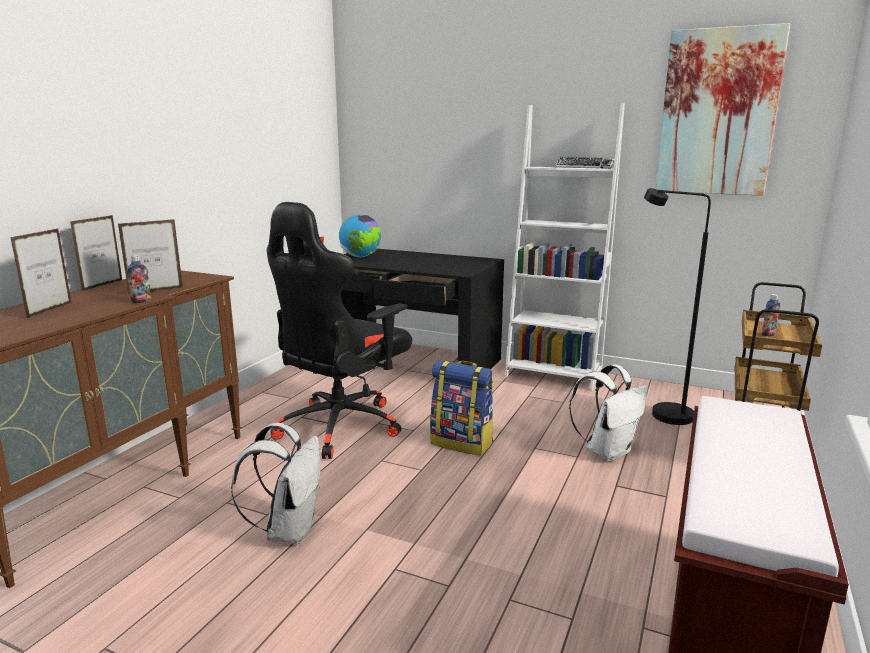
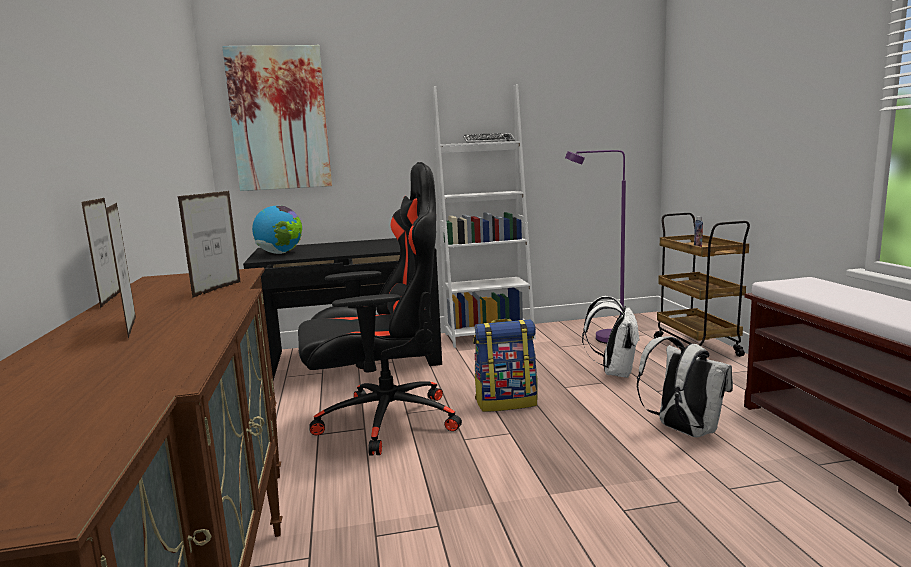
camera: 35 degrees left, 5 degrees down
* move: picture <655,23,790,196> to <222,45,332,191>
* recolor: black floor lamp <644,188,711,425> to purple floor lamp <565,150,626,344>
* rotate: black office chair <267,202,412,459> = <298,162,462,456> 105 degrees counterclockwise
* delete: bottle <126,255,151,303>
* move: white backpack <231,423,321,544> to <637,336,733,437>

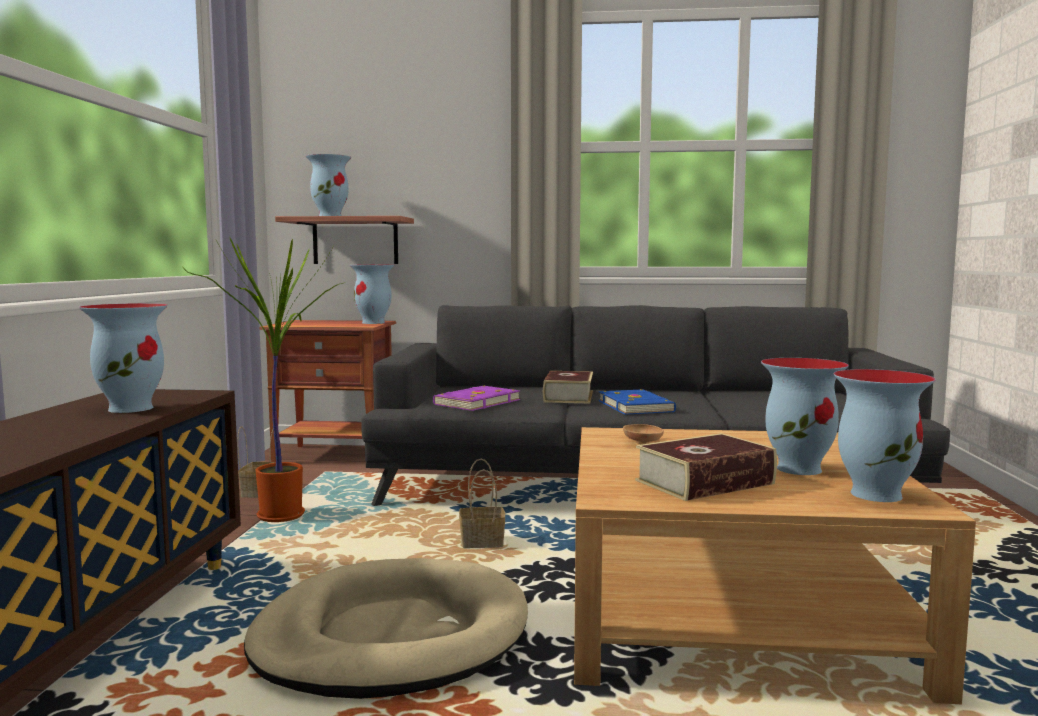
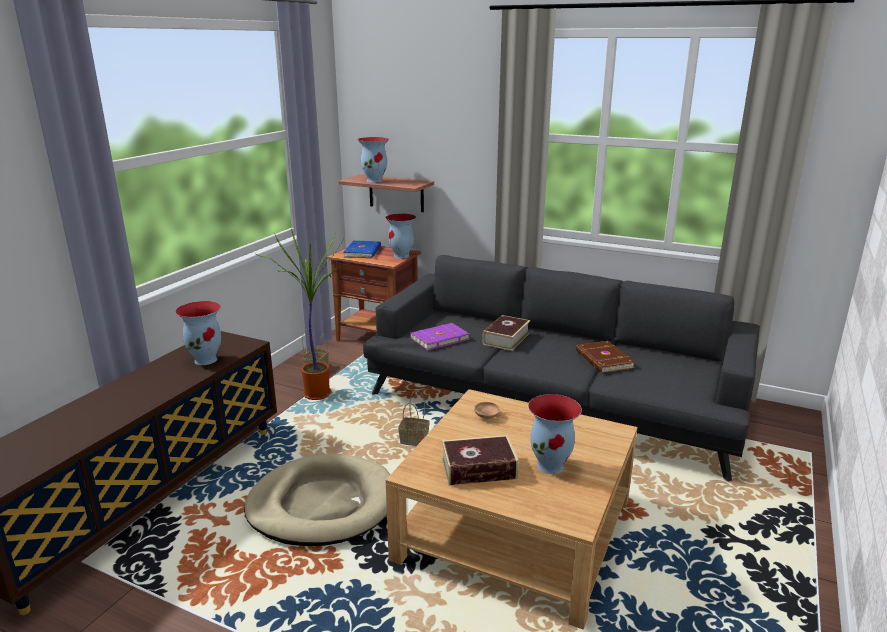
camera: 20 degrees right, 15 degrees up
* delete: vase <834,369,936,502>
* move: blue book <598,389,676,415> to <343,241,381,258>
* insert: brown book <576,341,635,373>

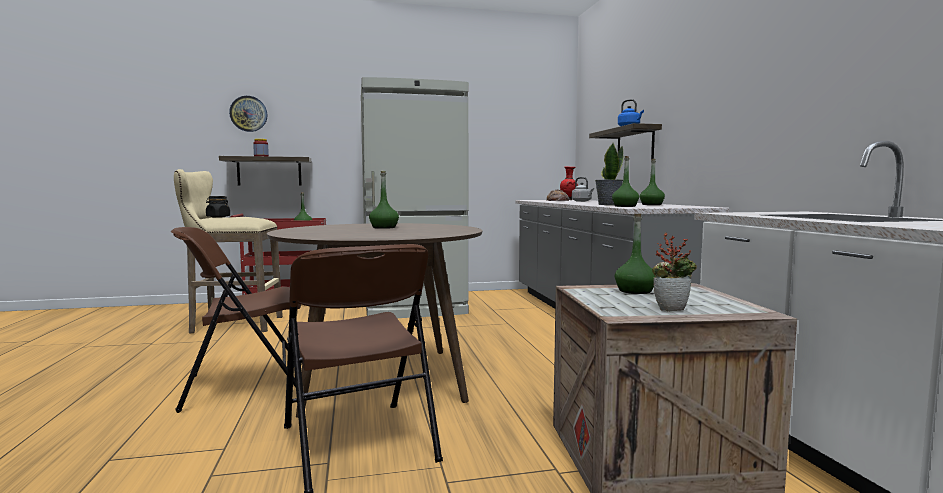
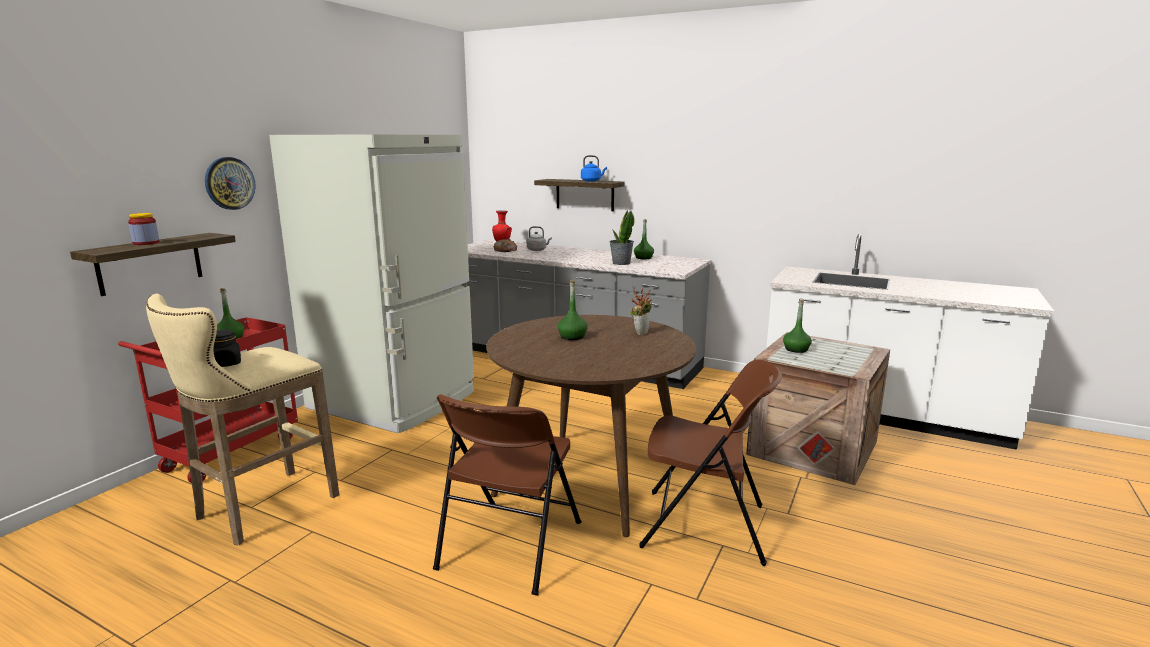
camera: 50 degrees left, 10 degrees up
* move: wall clock <229,96,267,132> to <205,157,256,210>
* delete: green bottle <612,156,639,207>
* move: potted plant <652,232,697,311> to <630,286,652,335>

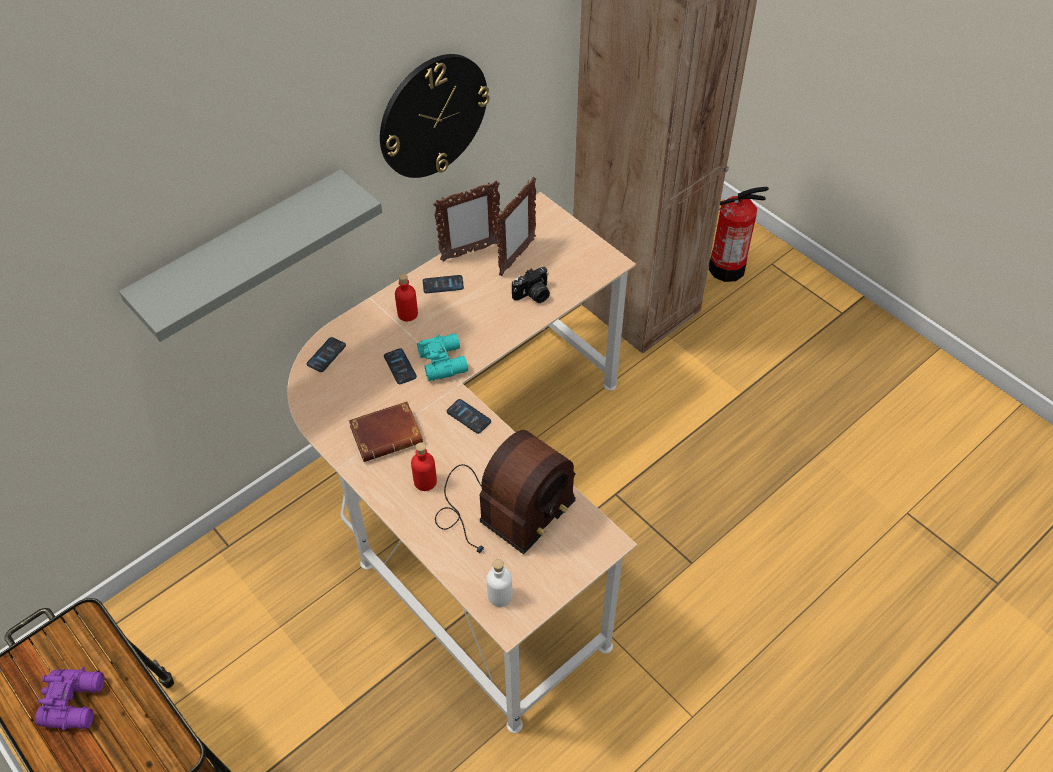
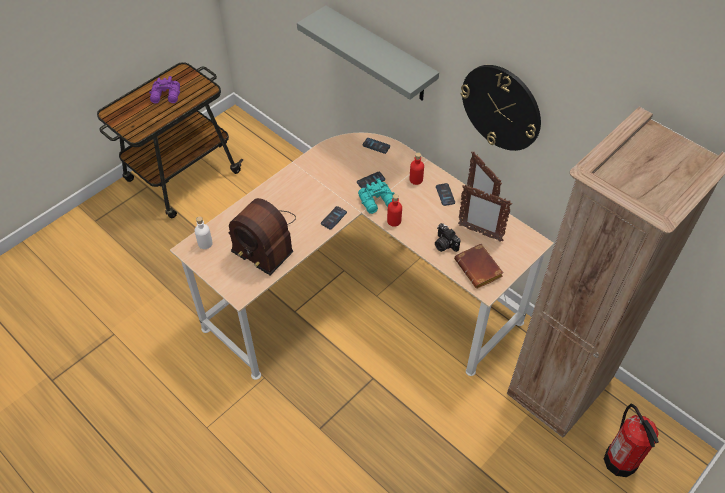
camera: 85 degrees right, 0 degrees up
* move: brown book <349,401,423,462> to <454,244,504,289>
* move: red bottle <411,443,437,491> to <387,194,402,227>

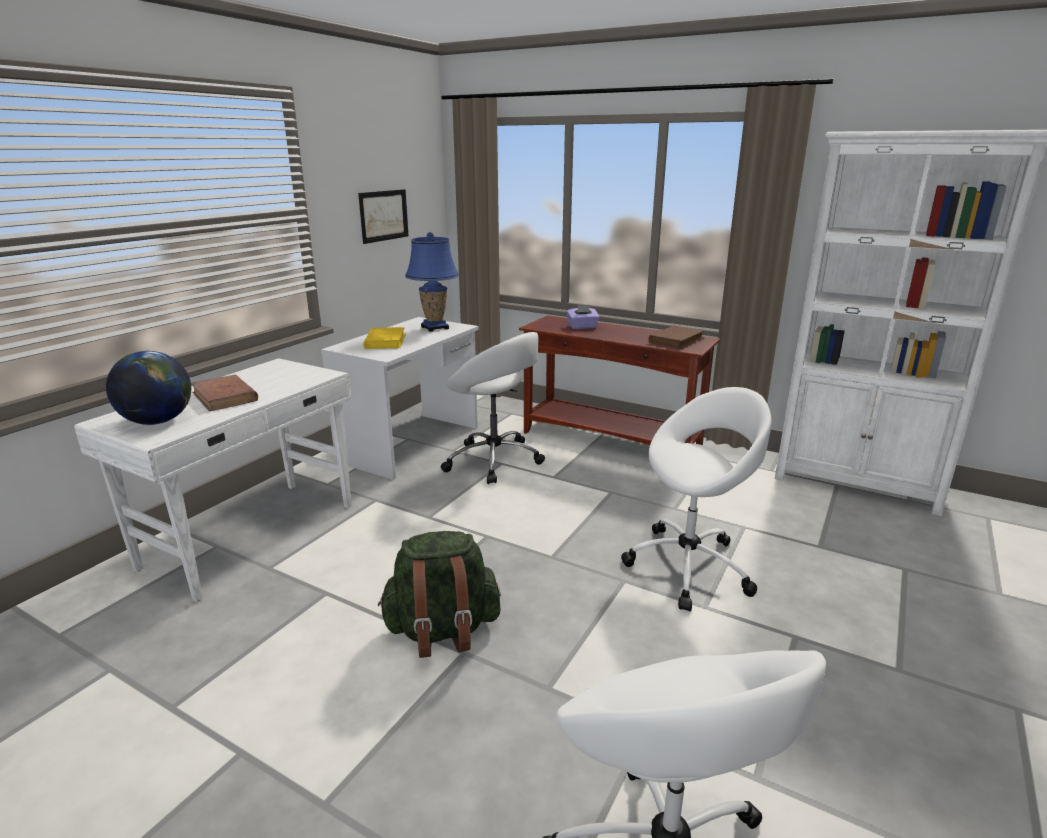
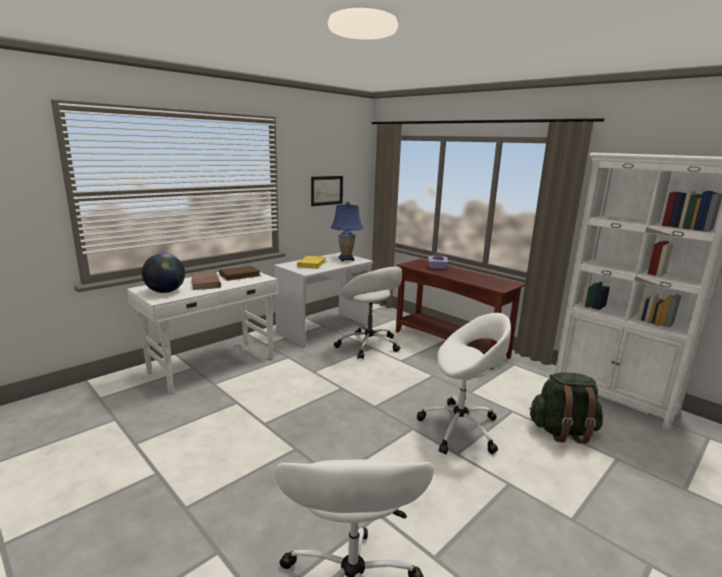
camera: 15 degrees right, 5 degrees down
* move: brown book <648,325,704,349> to <219,266,261,281>
* move: green backpack <378,531,501,658> to <530,372,603,444>

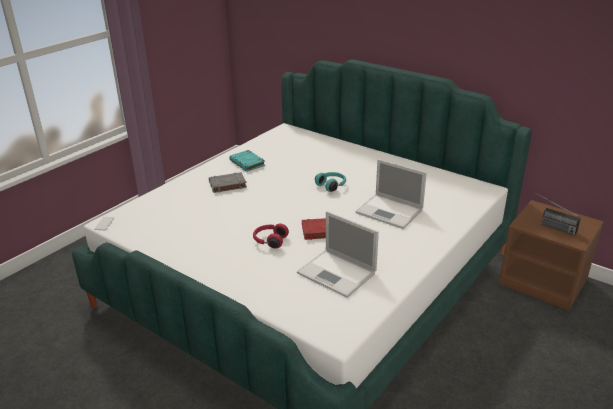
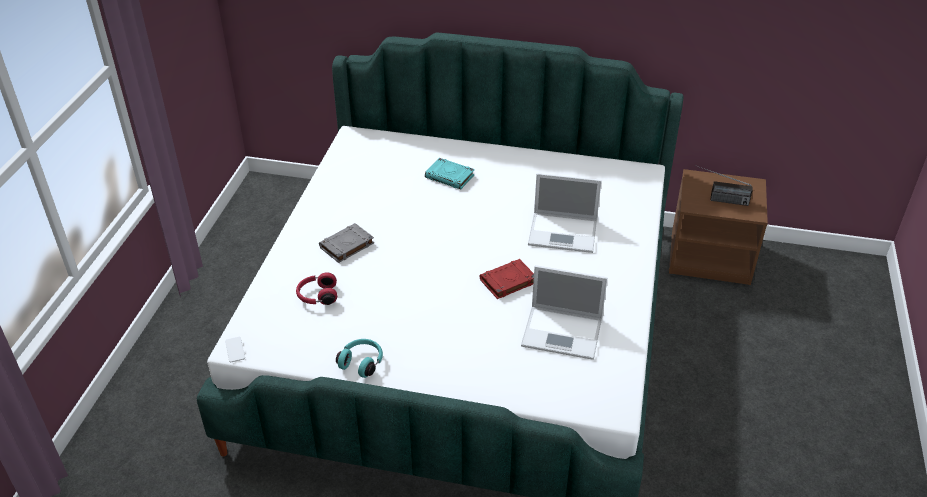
camera: 25 degrees left, 10 degrees up
* move: turquoise book <229,150,265,172> to <425,158,475,189>
* move: turquoise headphones <315,172,346,192> to <336,339,383,378>
* move: red headphones <253,223,289,249> to <296,272,337,305>

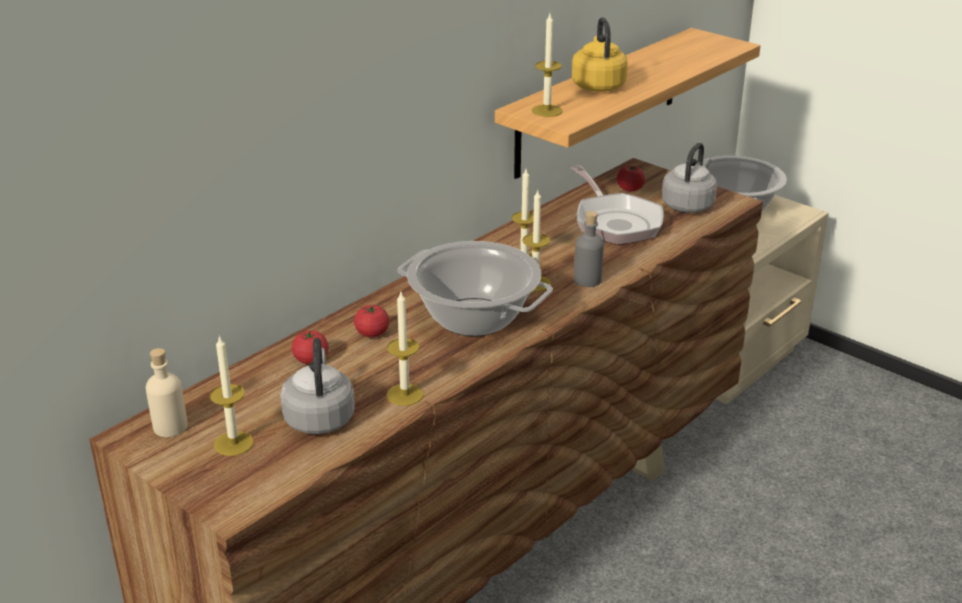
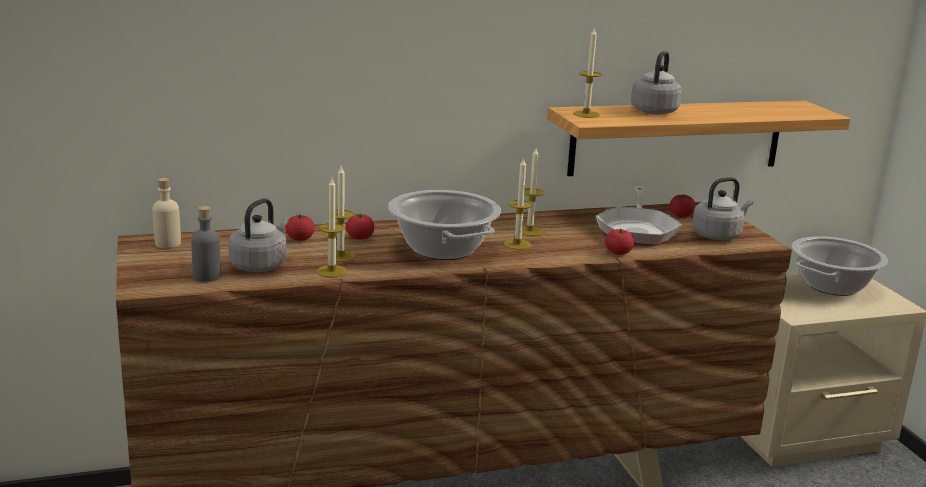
camera: 30 degrees right, 10 degrees down
* recolor: yellow kettle <572,17,628,91> to grey kettle <631,51,682,115>
* move: grey bottle <574,211,604,287> to <191,206,221,282>
* move: candle <210,335,254,456> to <326,166,356,262>
* insert: tomato <605,228,634,255>

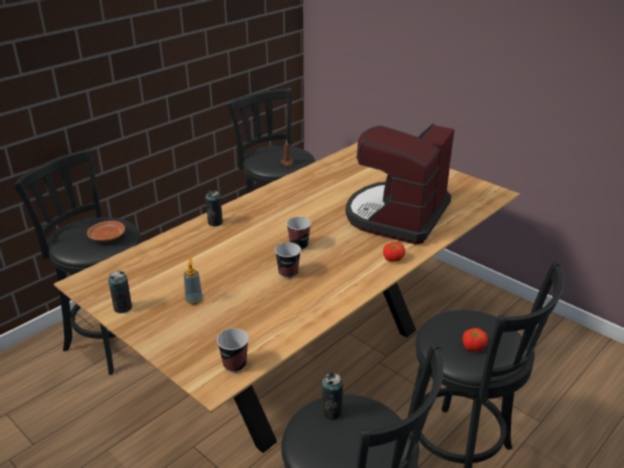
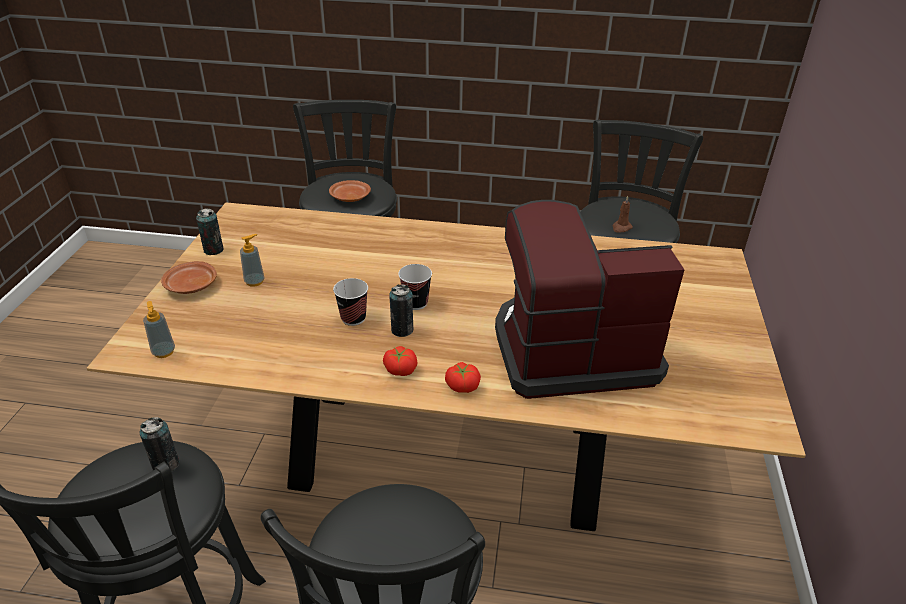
camera: 55 degrees right, 5 degrees up
* move: can <205,190,223,226> to <389,285,413,337>
* replace: cup <217,328,249,373> to soap dispenser <143,301,175,358>
* move: tomato <463,328,488,351> to <383,346,418,376>
* insert: brown plate <161,261,217,294>

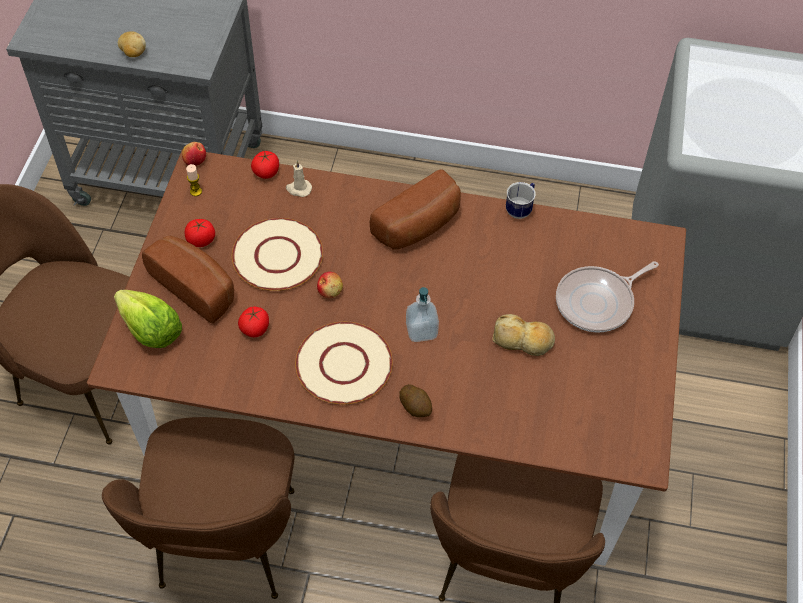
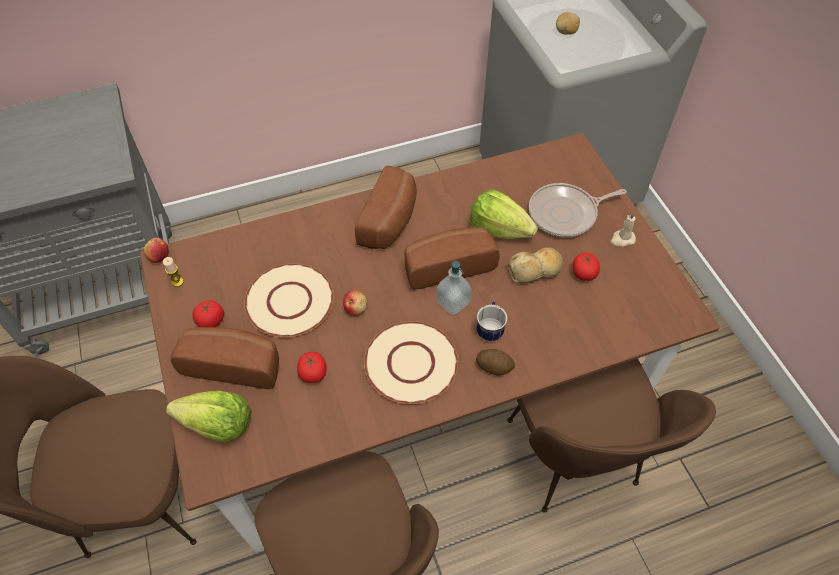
camera: 30 degrees left, 0 degrees up
* move: potato <118,31,146,57> to <556,12,580,35>
* move: tomato <251,151,279,179> to <573,253,600,281>
* move: beige candle <286,160,312,197> to <611,212,636,247>
* move: mug <506,182,536,219> to <476,301,507,342>
* rotate: frying pan <556,261,659,333> = <529,183,627,237> 45 degrees clockwise
* insert: lettuce <470,190,538,239>
* insert: bread <404,227,500,290>

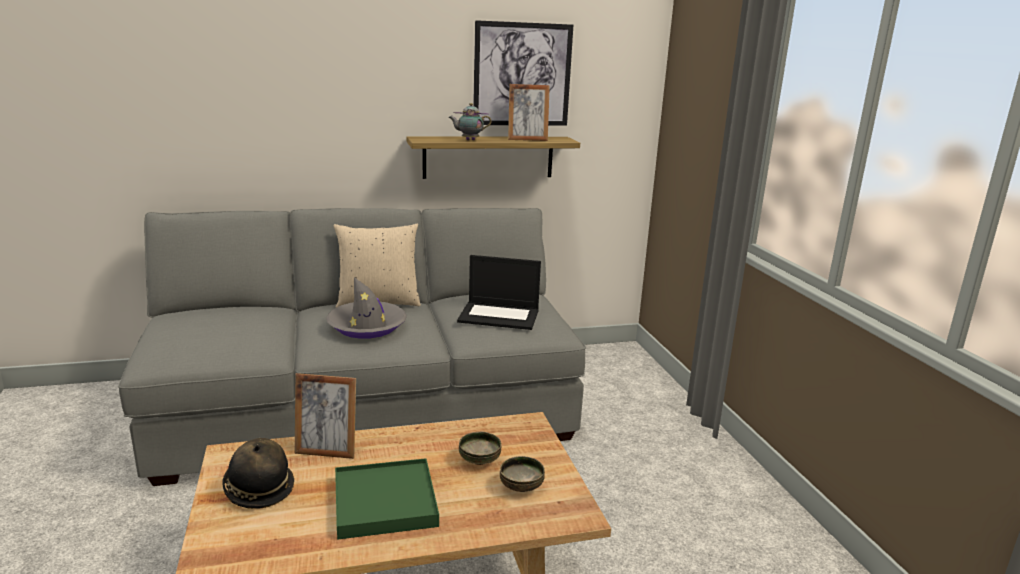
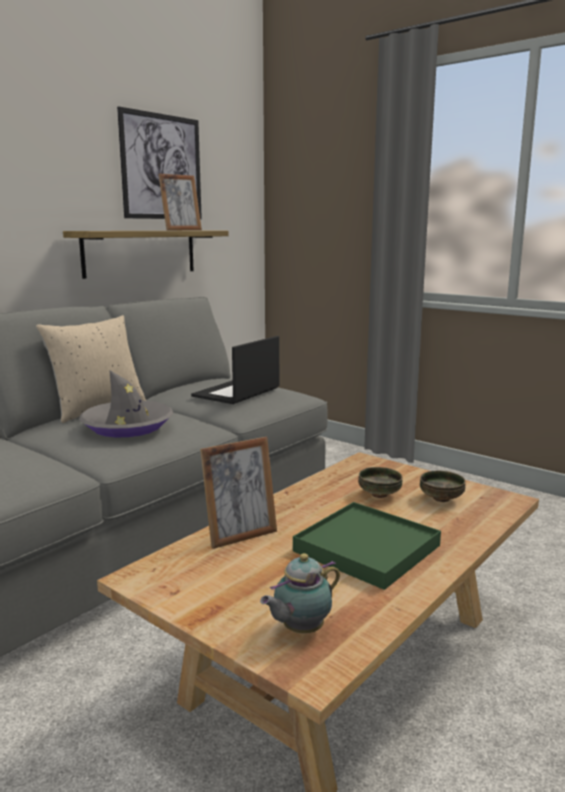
camera: 35 degrees left, 5 degrees down
* move: teapot <448,103,492,140> to <260,553,340,633>
* rotate: laptop <457,255,541,330> = <191,336,279,404> 150 degrees clockwise
* delete: hat <223,438,294,509>

